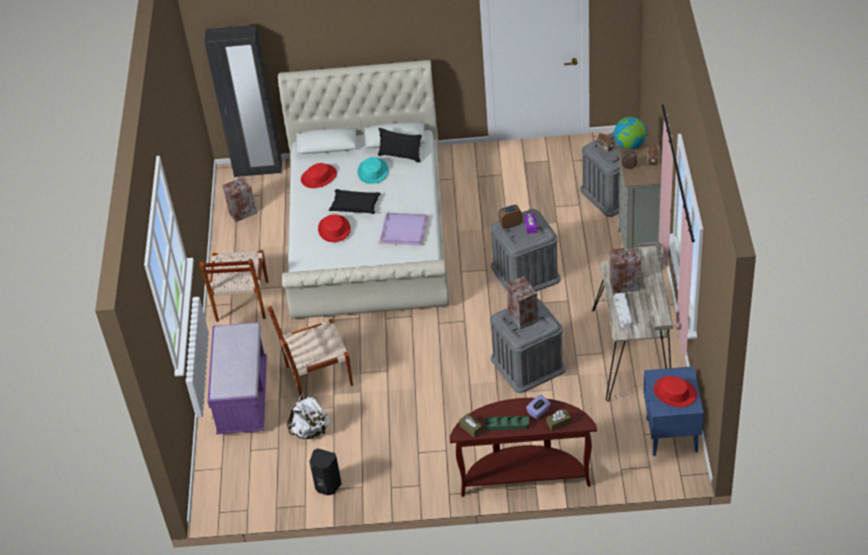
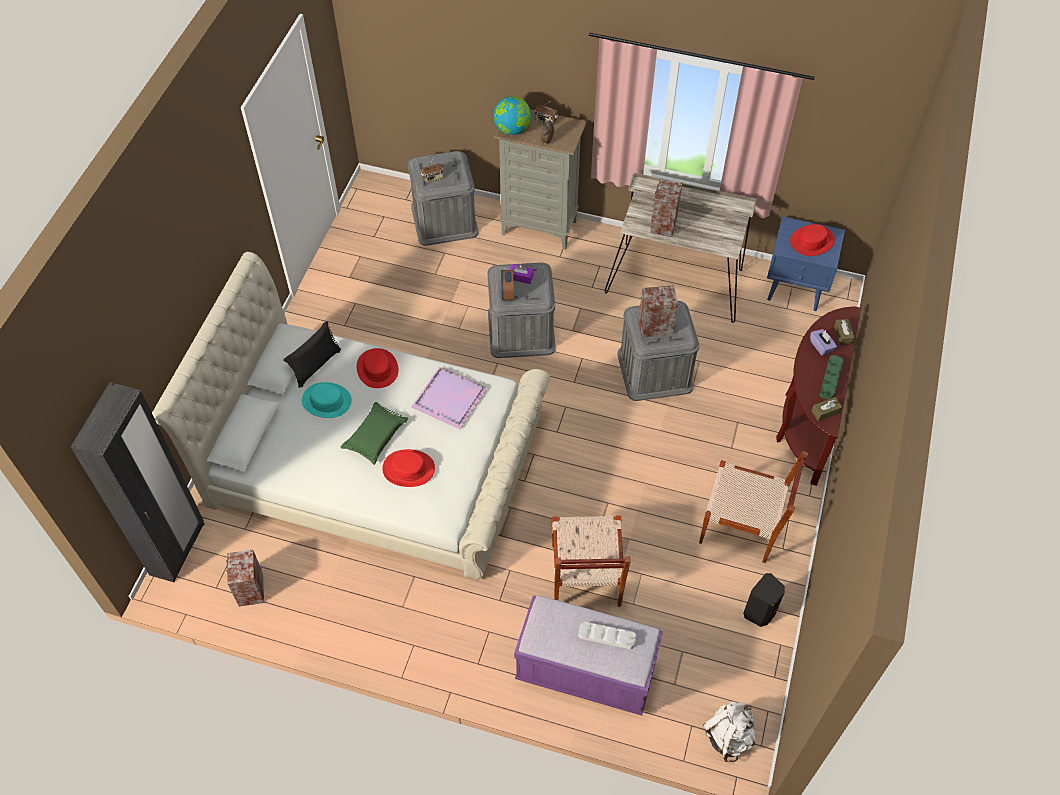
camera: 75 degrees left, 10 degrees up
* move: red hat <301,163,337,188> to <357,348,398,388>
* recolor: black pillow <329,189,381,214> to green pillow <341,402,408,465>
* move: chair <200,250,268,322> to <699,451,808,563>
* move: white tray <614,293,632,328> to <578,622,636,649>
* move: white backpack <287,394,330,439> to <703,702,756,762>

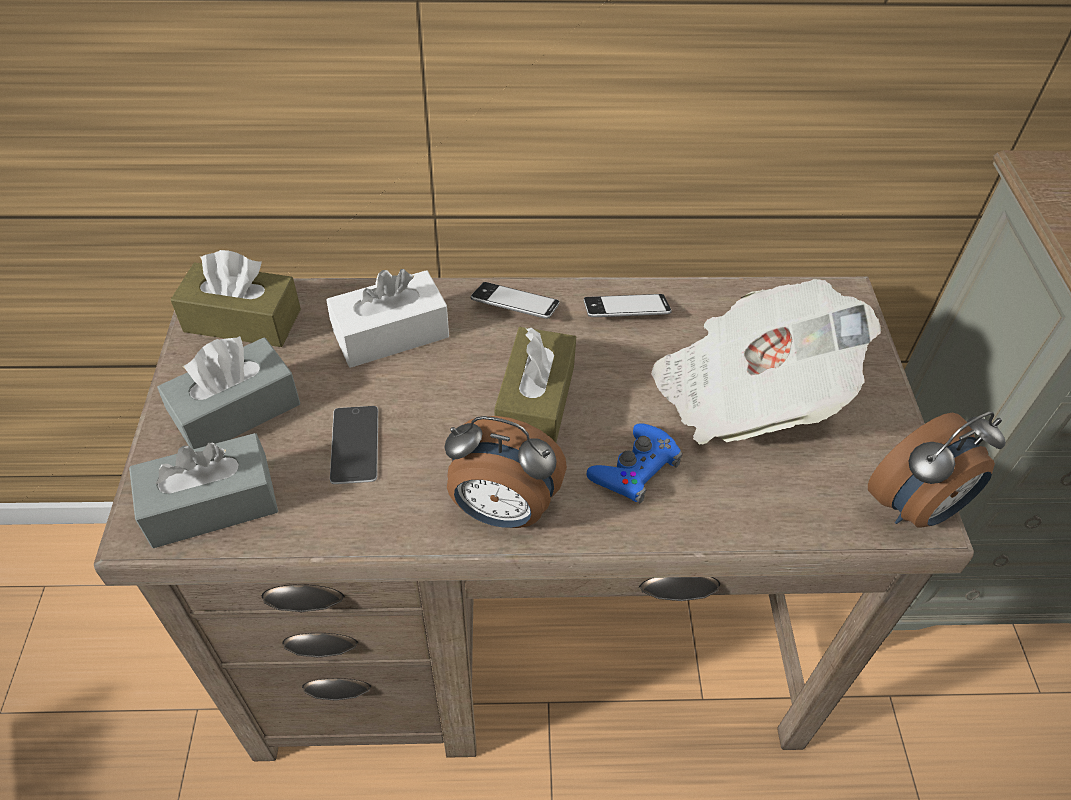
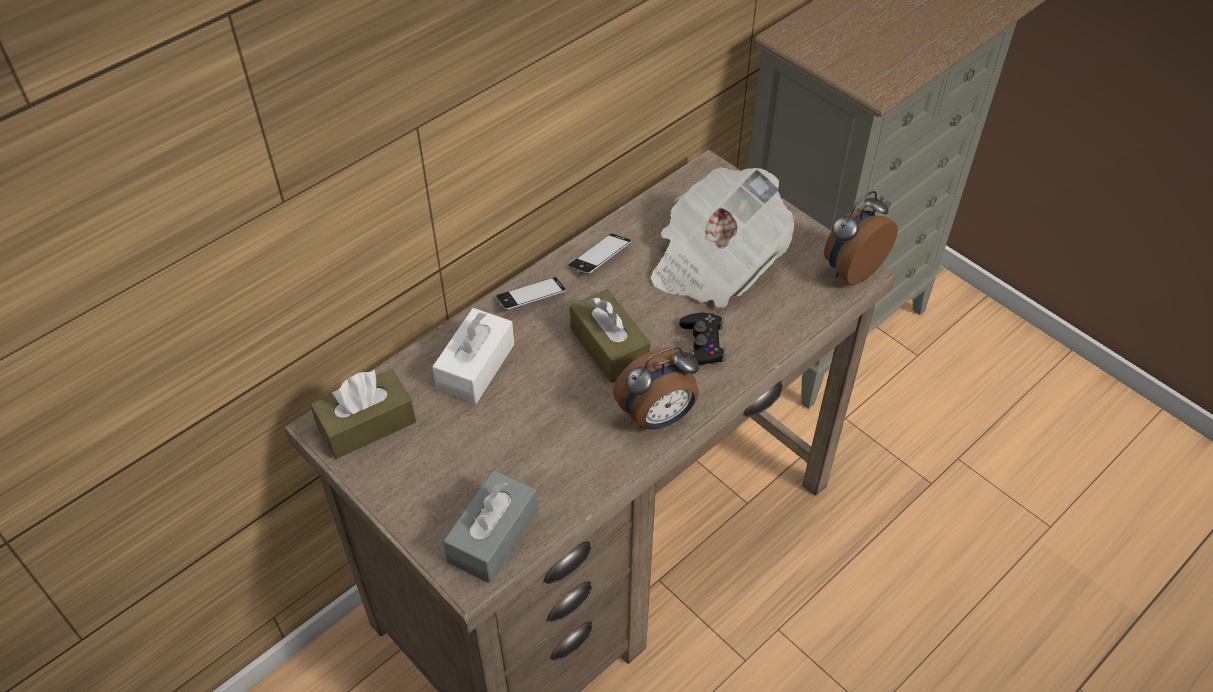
camera: 40 degrees left, 0 degrees up
* delete: grey tissue box <157,336,300,449>
* delete: phone <330,406,378,484>
* rotate: alarm clock <868,412,1006,527> = <824,191,898,285> 150 degrees counterclockwise
* recolor: blue game controller <587,423,683,504> to black game controller <679,313,726,365>

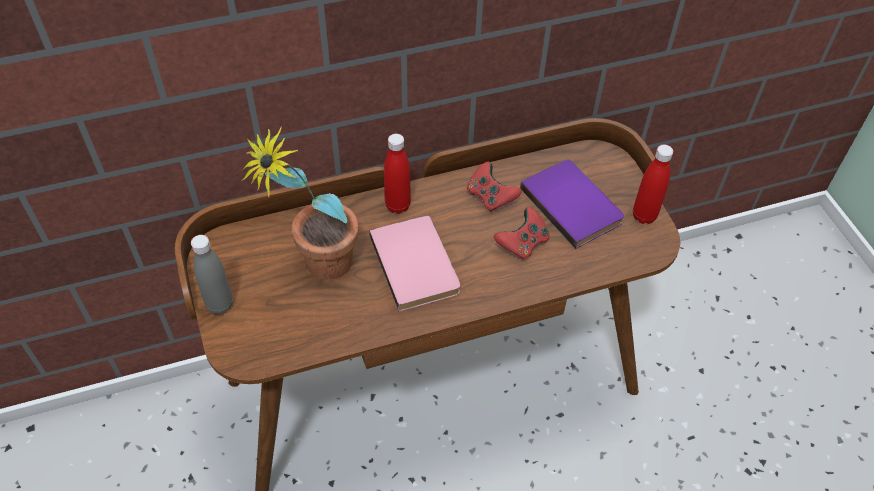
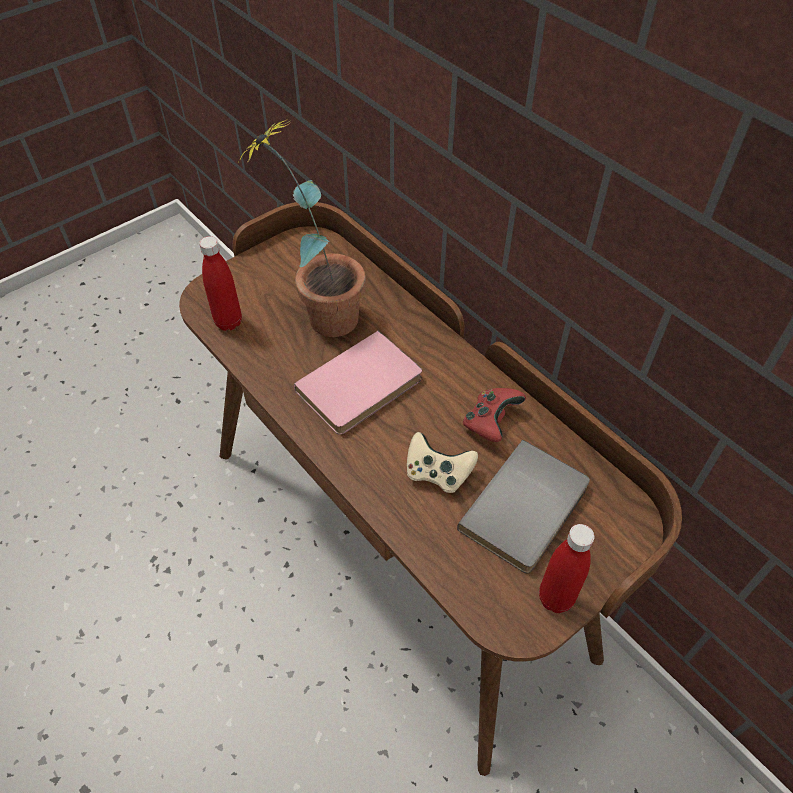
camera: 70 degrees right, 0 degrees up
* move: red bottle <384,134,411,214> to <199,236,242,331>
* recolor: purple book <520,159,624,249> to grey book <457,440,590,573>
* recolor: red game controller <494,207,550,260> to beige game controller <407,432,478,493>
* delete: grey bottle <191,235,233,314>

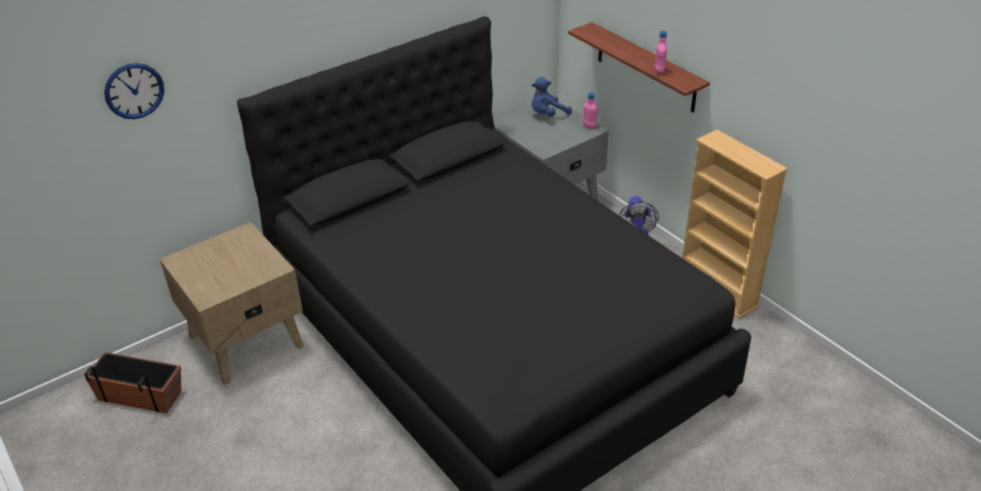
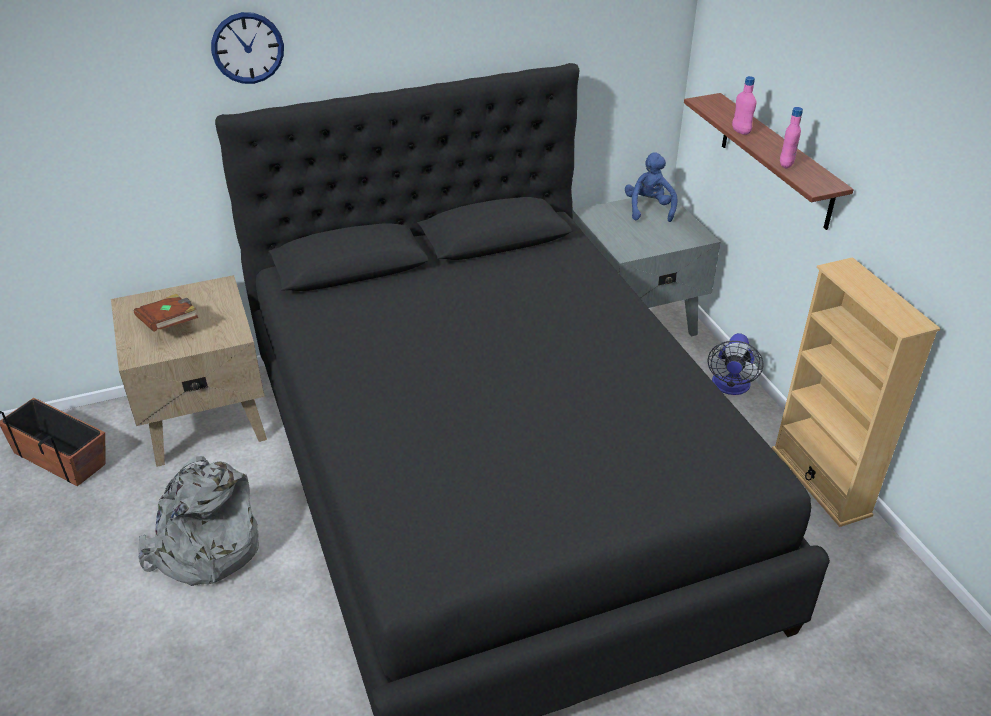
camera: 15 degrees right, 0 degrees up
* move: wall clock <104,63,164,119> to <211,12,284,84>
* rotate: blue plush toy <532,77,572,117> = <625,152,677,222> 105 degrees clockwise
* move: pink bottle <583,93,597,129> to <732,76,756,135>
* insert: brown book <134,294,198,332>
* insert: grey backpack <138,456,259,586>

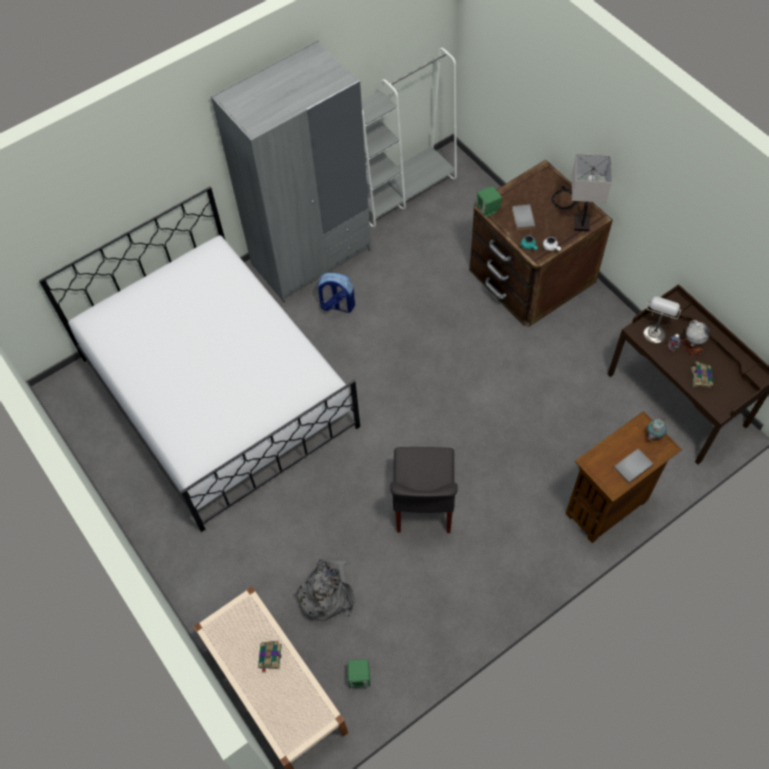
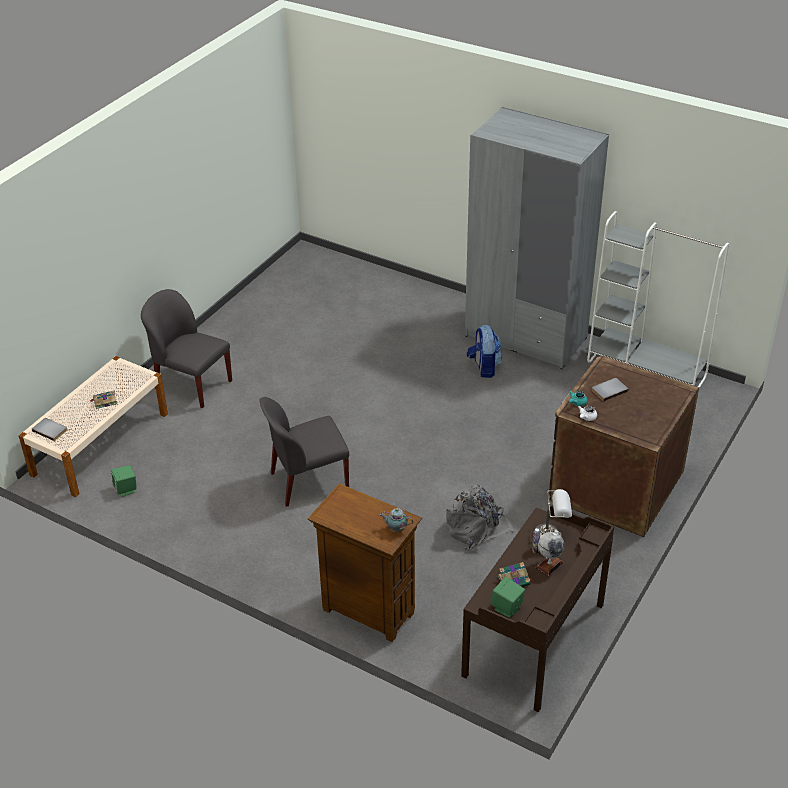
camera: 65 degrees right, 20 degrees down
* delete: table lamp <551,154,612,231>
* delete: white bed <39,186,360,532>
* move: green speaker <475,186,502,217> to <491,577,525,618>
* move: grey book <614,449,654,484> to <32,418,67,441>
* move: grey backpack <294,559,354,621> to <446,485,515,551>
* insert: grey chair <141,289,232,408>

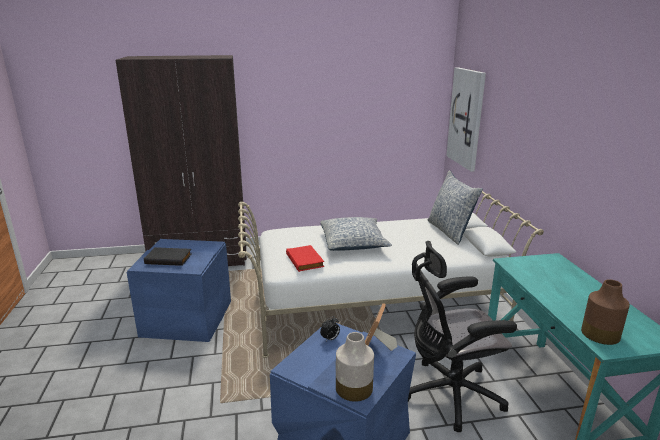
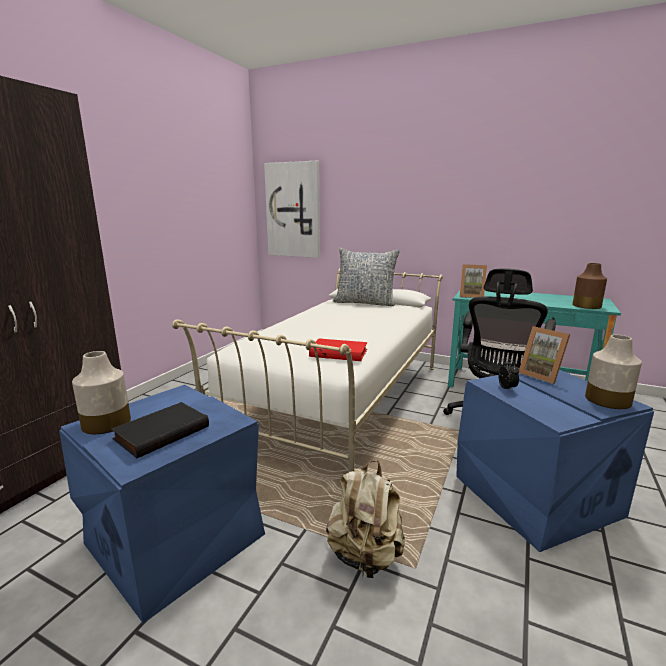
camera: 55 degrees left, 5 degrees down
* delete: pillow <320,217,392,251>
* insert: picture frame <460,264,487,298>
* insert: beige vase <72,351,131,434>
* insert: beige backpack <326,460,405,578>

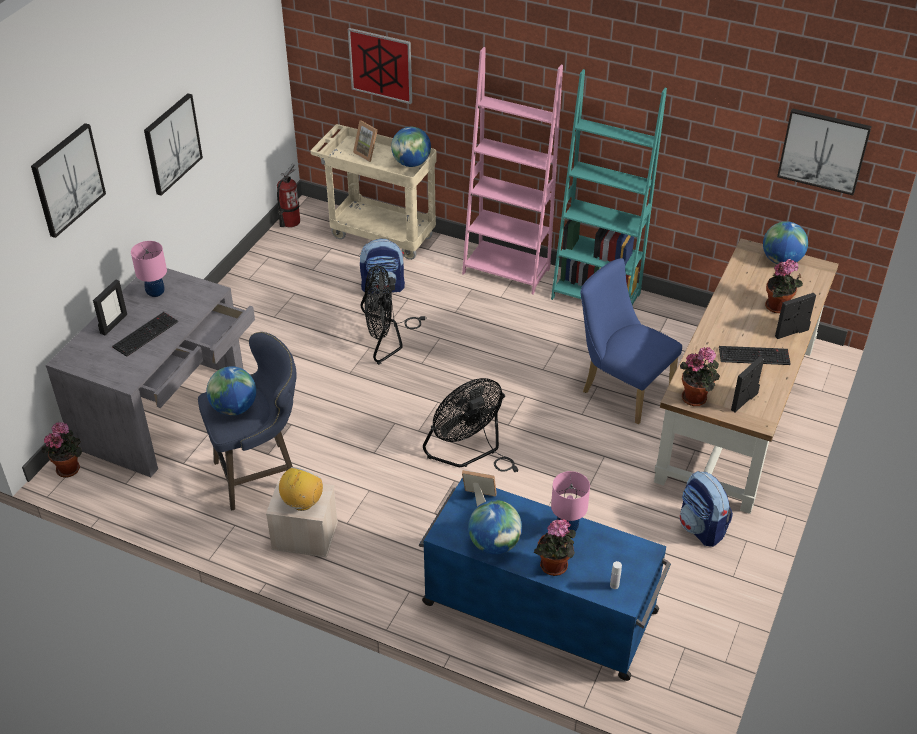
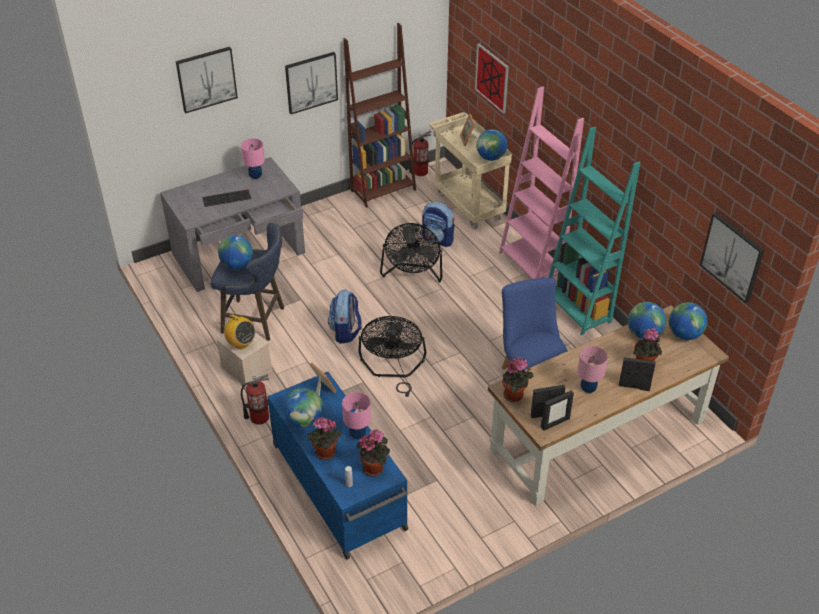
camera: 35 degrees right, 0 degrees up
* rotate: black fan <361,265,426,365> = <380,222,442,283> 105 degrees counterclockwise
* move: picture frame <93,279,127,336> to <541,390,574,430>
* replace: keyboard <719,346,791,365> to pink table lamp <577,346,608,393>
* move: potted plant <42,422,82,478> to <356,429,390,477>
* rotate: radio <279,467,323,511> = <223,315,255,349> 75 degrees clockwise
* move: backpack <680,471,733,547> to <328,289,362,344>
* insert: brown bookcase <344,23,416,208>
* insert: globe <628,302,666,339>
* insert: fire extinguisher <241,374,269,425>

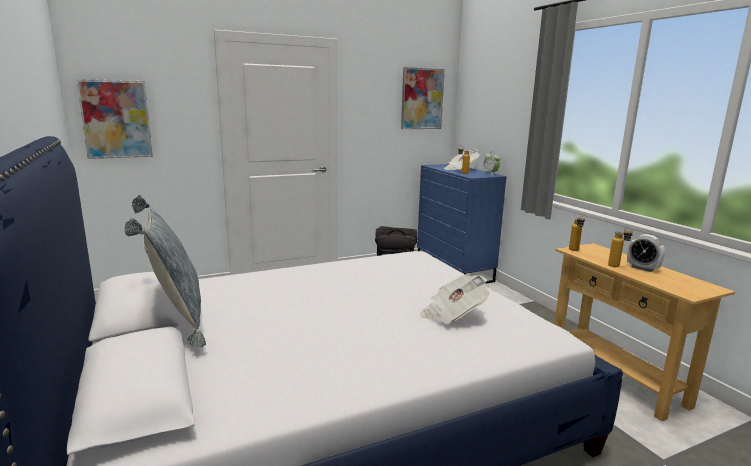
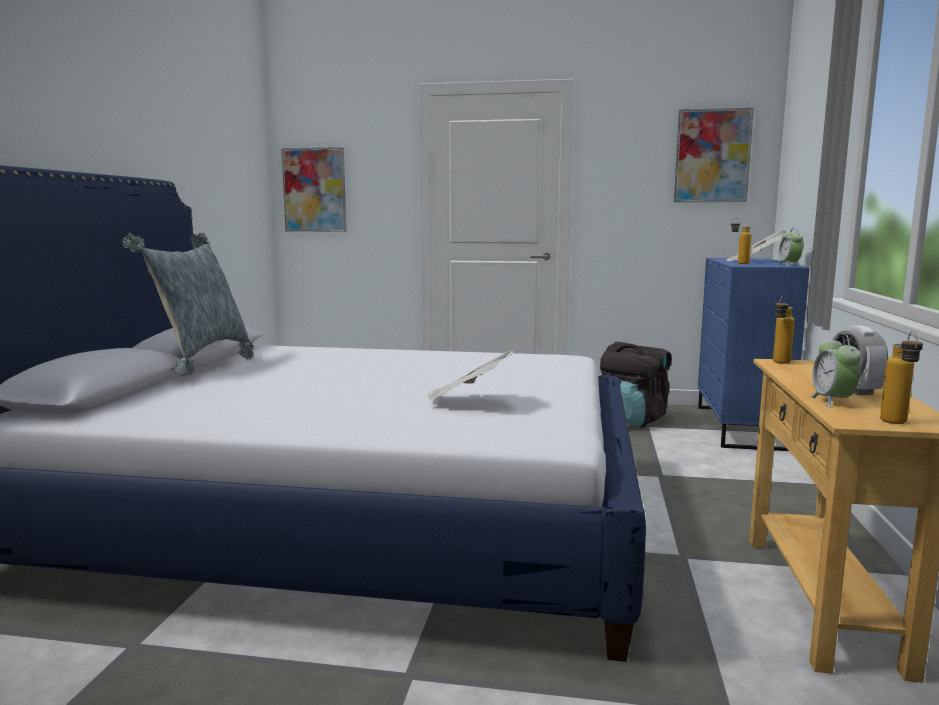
camera: 35 degrees right, 5 degrees down
* move: bottle <608,227,633,267> to <880,331,923,424>
* insert: alarm clock <809,334,861,408>

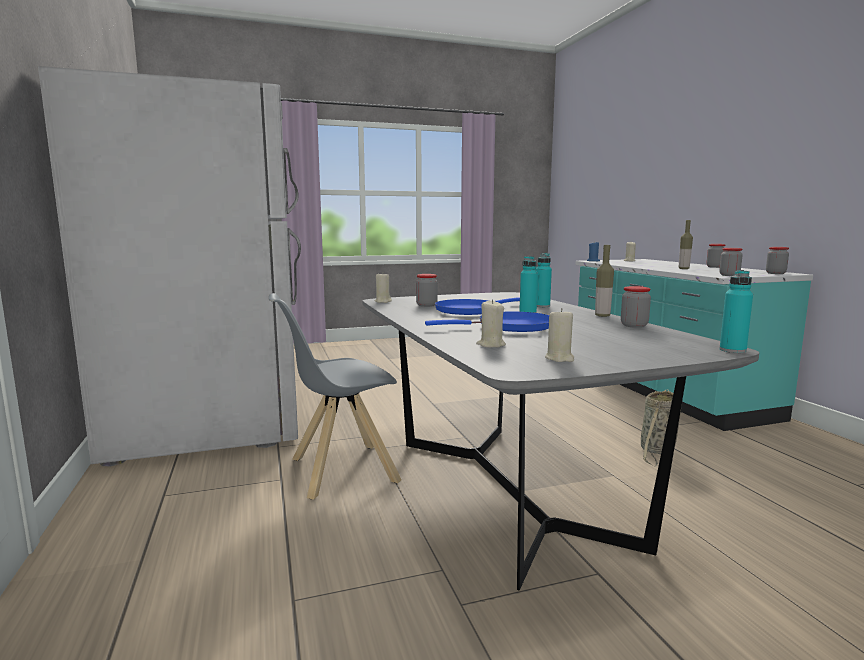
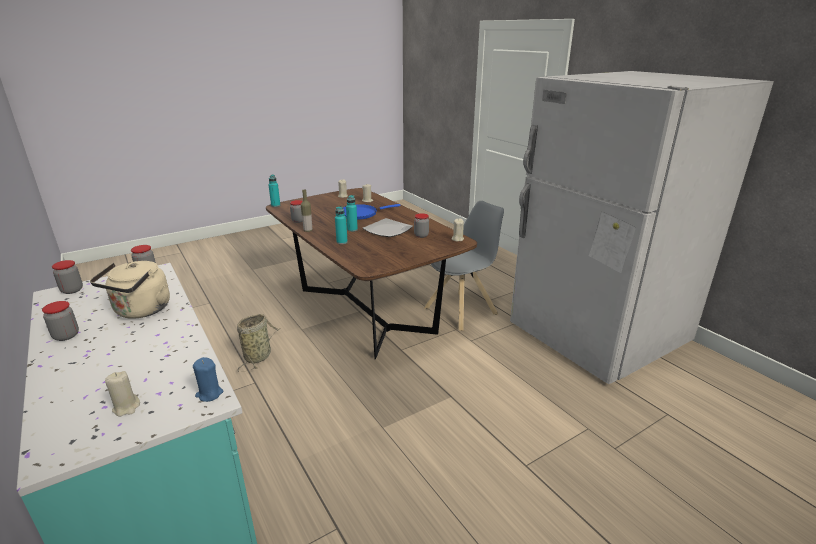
camera: 165 degrees right, 15 degrees up
* replace: bottle <679,220,693,269> to beige kettle <90,261,170,319>
* recolor: grey dining table <362,292,759,590> to brown dining table <266,188,477,360>
* replace: blue frying pan <435,297,520,315> to plate <363,218,413,237>

